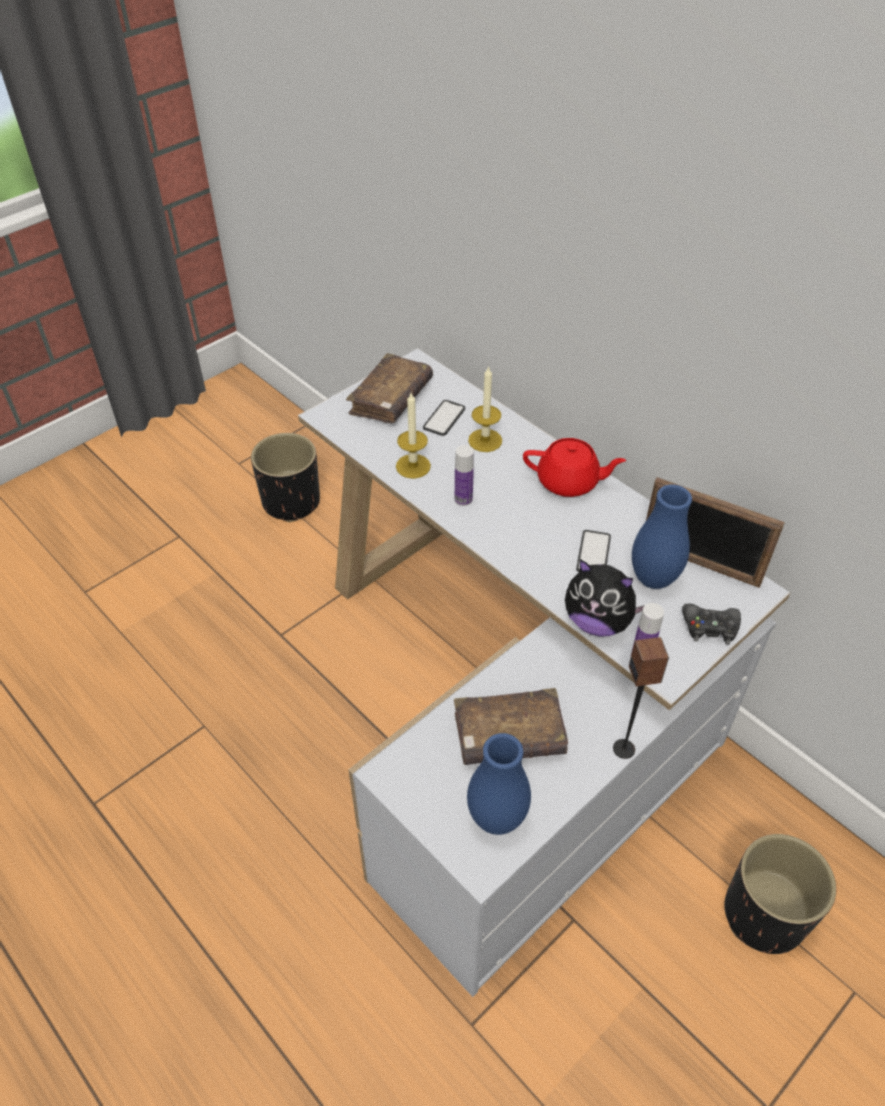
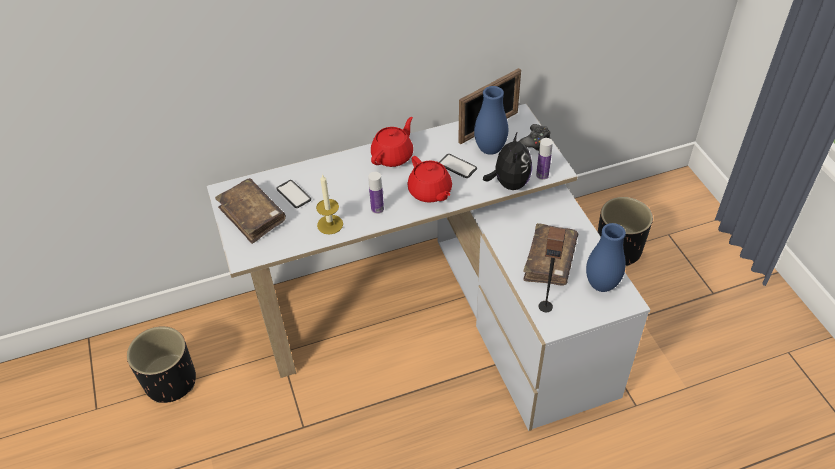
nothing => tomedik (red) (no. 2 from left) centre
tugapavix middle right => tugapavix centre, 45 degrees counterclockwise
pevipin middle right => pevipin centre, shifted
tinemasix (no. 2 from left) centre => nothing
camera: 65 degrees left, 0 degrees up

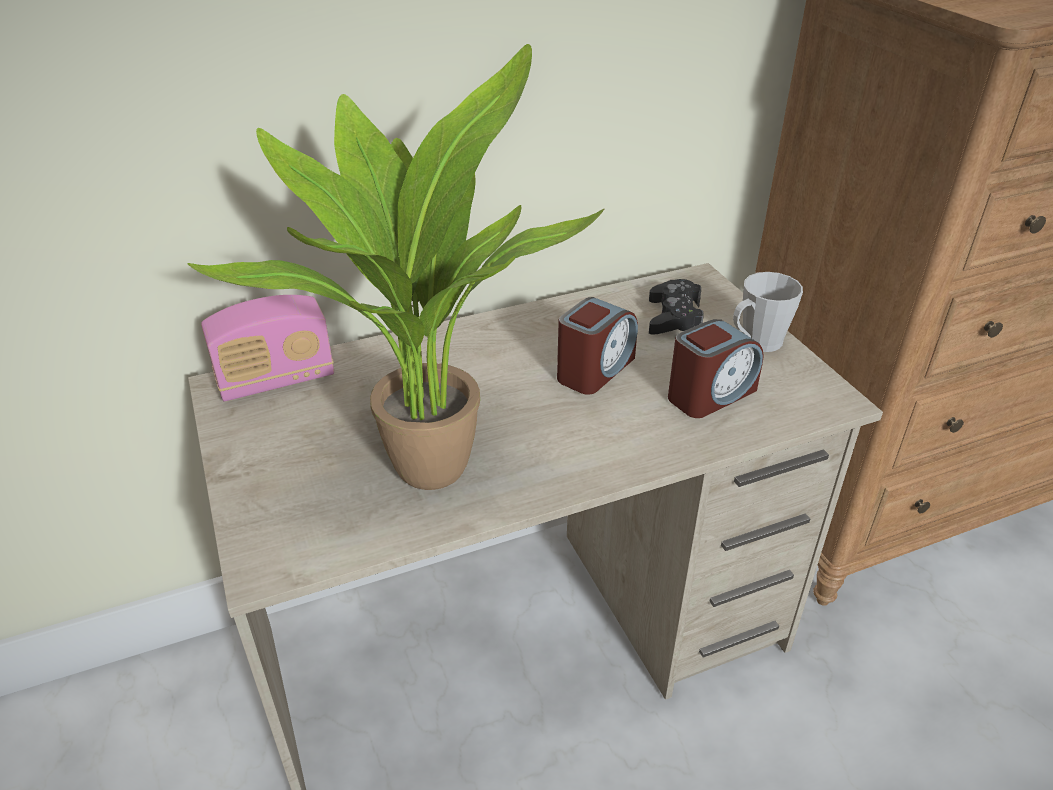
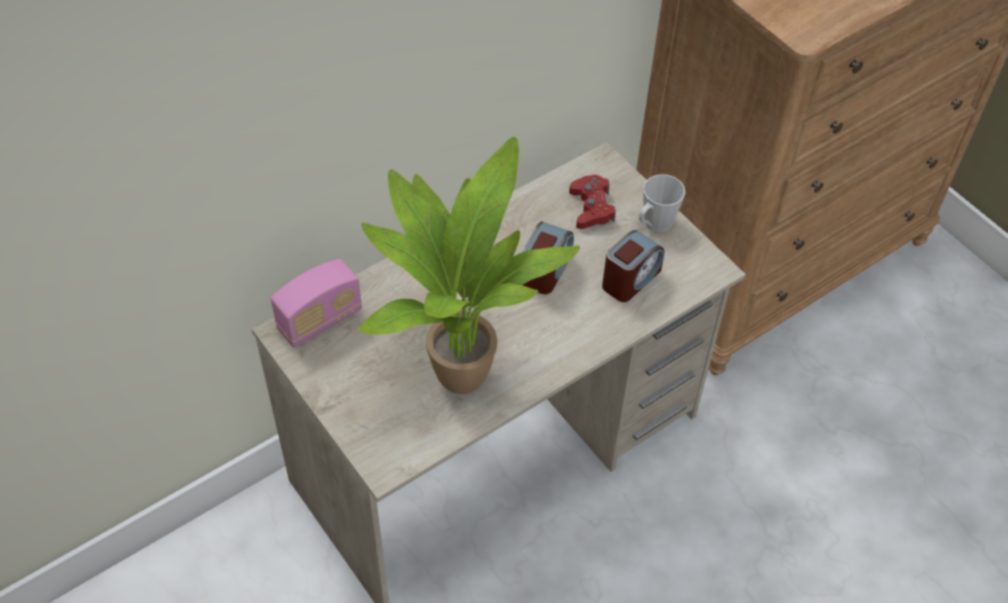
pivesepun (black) centre => pivesepun (red) centre
camera: 15 degrees left, 15 degrees up

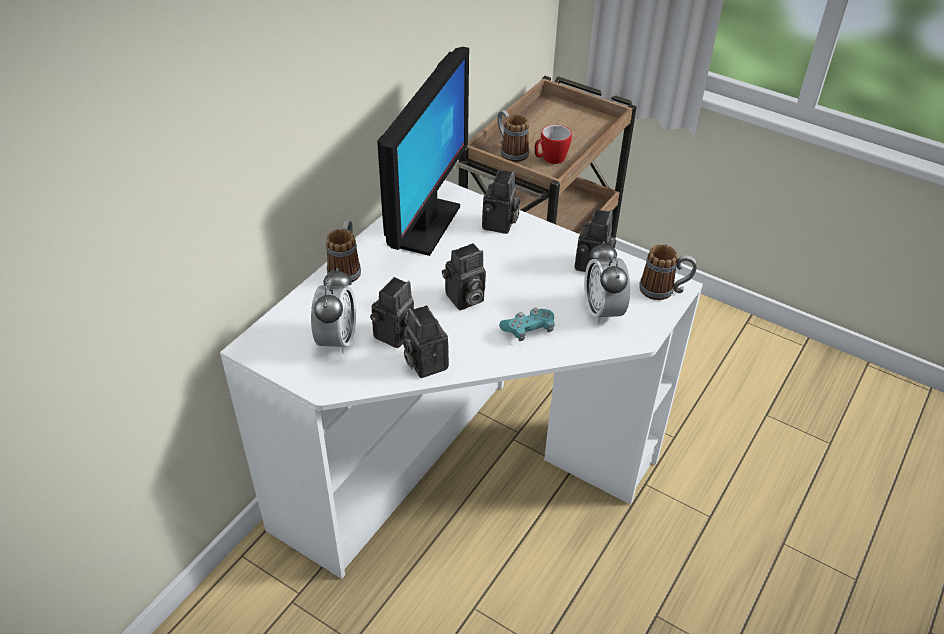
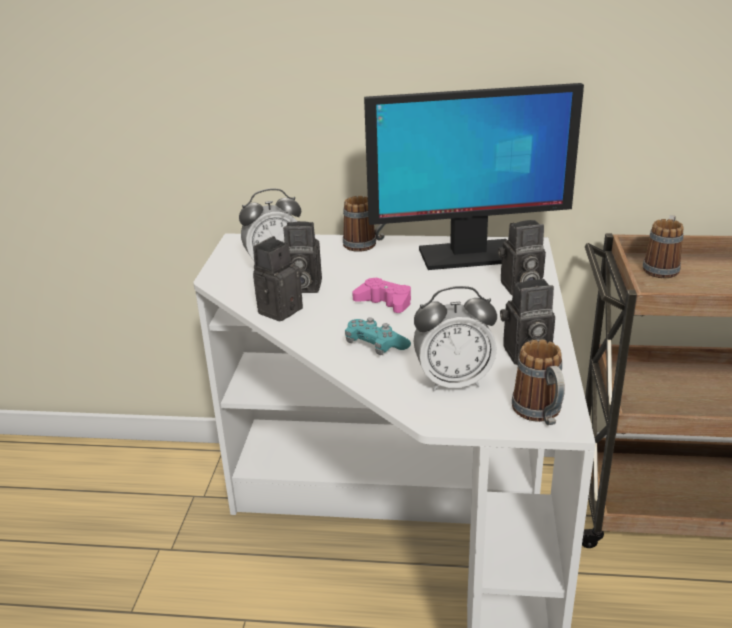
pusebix (no. 3 from left) centre => pivesepun (pink) centre
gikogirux (no. 2 from left) centre, 150 degrees counterclockwise
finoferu (no. 3 from left) top centre => nothing
camera: 65 degrees right, 15 degrees down

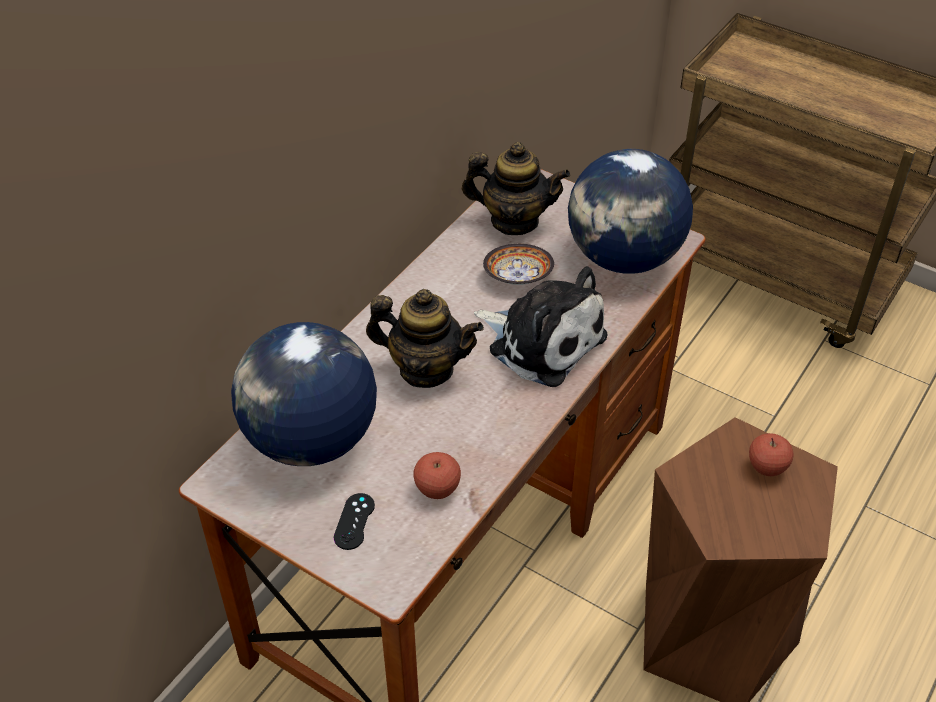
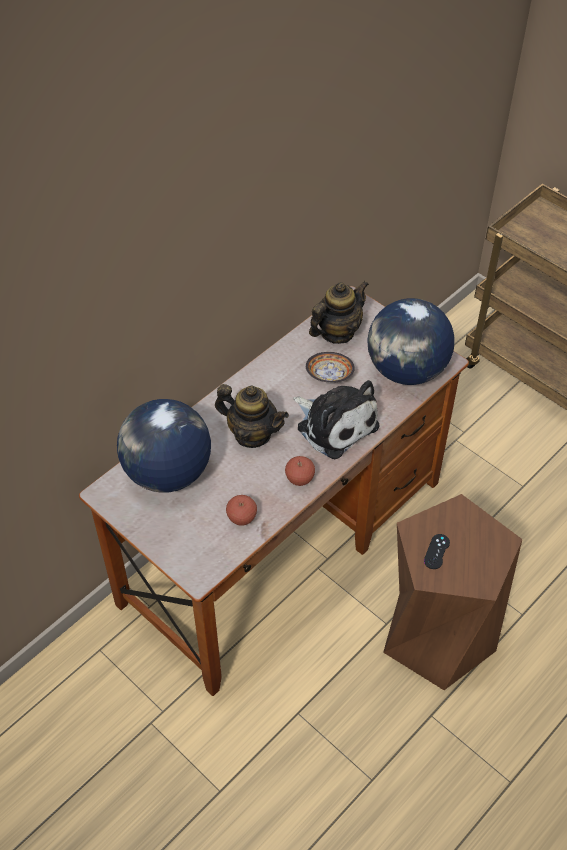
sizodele (no. 2 from left) middle right => sizodele (no. 2 from left) centre, shifted
tomedik (no. 2 from left) top centre => tomedik (no. 2 from left) centre, 60 degrees counterclockwise
pivesepun (black) bottom centre => pivesepun (black) middle right, shifted
camera: 10 degrees right, 5 degrees up

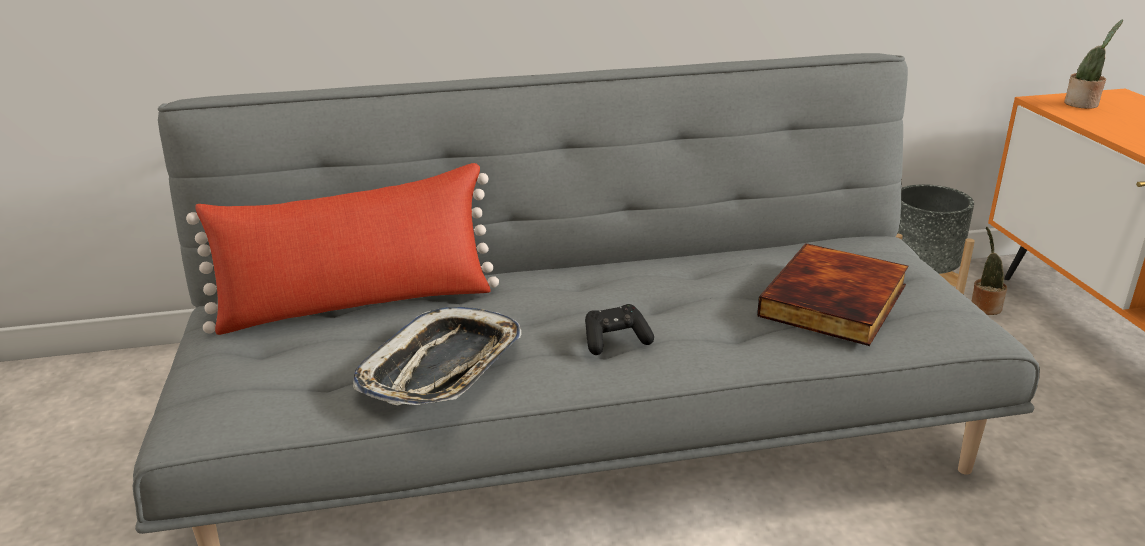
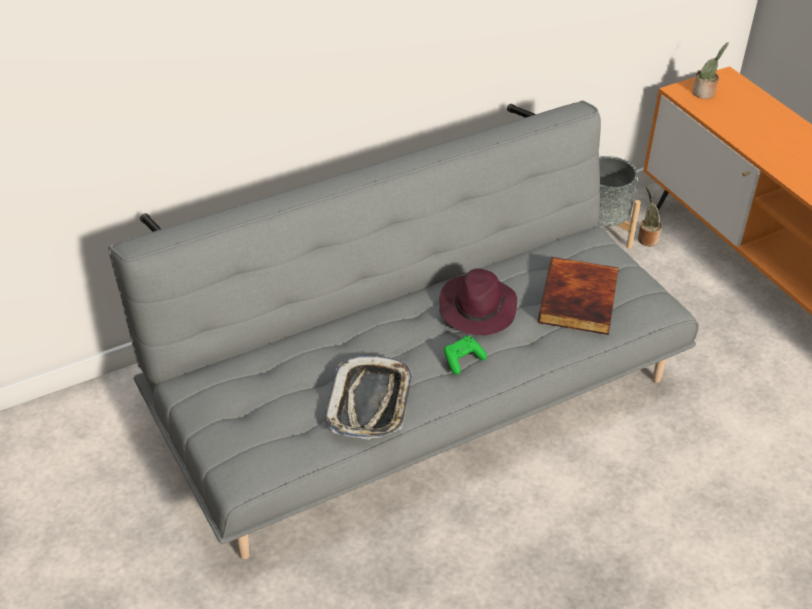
nothing => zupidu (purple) centre
pivesepun (black) centre => pivesepun (green) centre
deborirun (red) middle left => nothing
camera: 20 degrees left, 15 degrees up

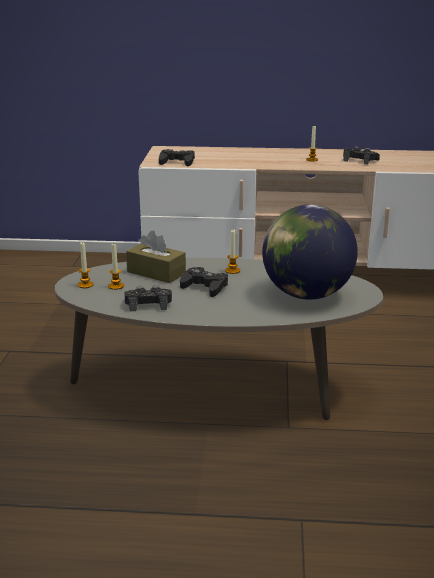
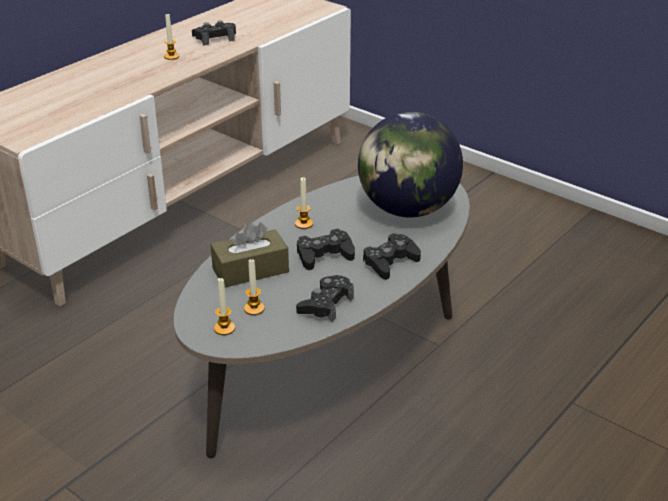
pivesepun (black) (no. 2 from left in the first image) top centre => pivesepun (black) (no. 4 from left) centre, shifted
camera: 55 degrees left, 10 degrees up

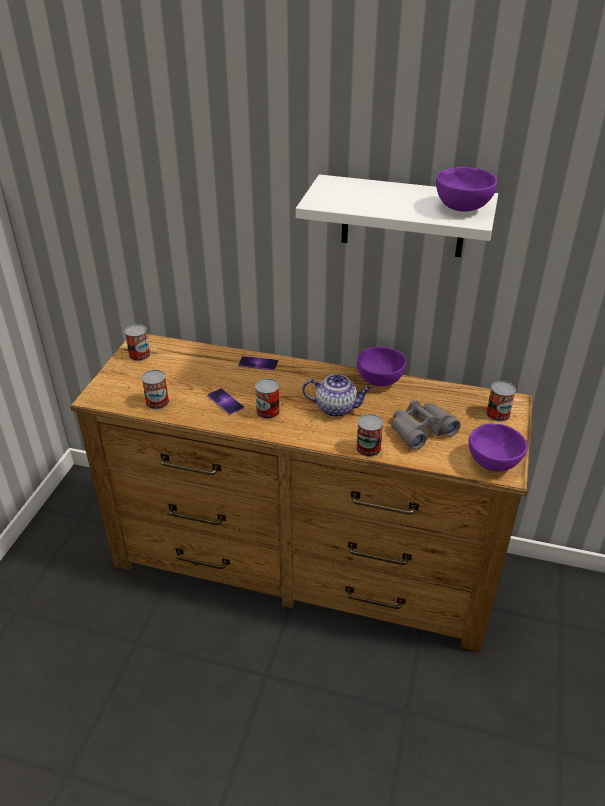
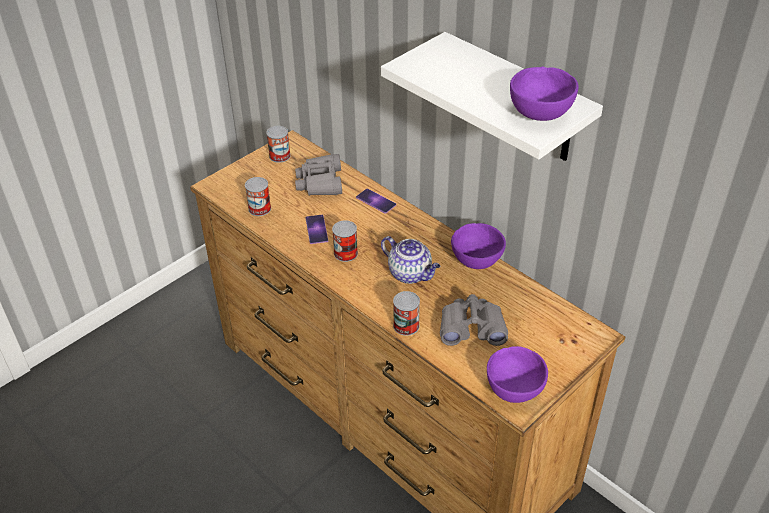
nothing => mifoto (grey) (no. 1 from left) centre
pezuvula (no. 5 from left) middle right => nothing
camera: 30 degrees right, 5 degrees up

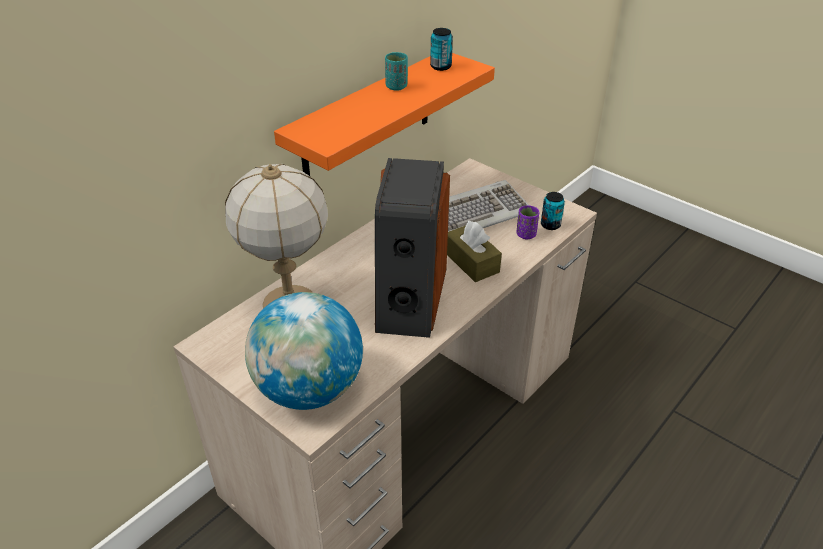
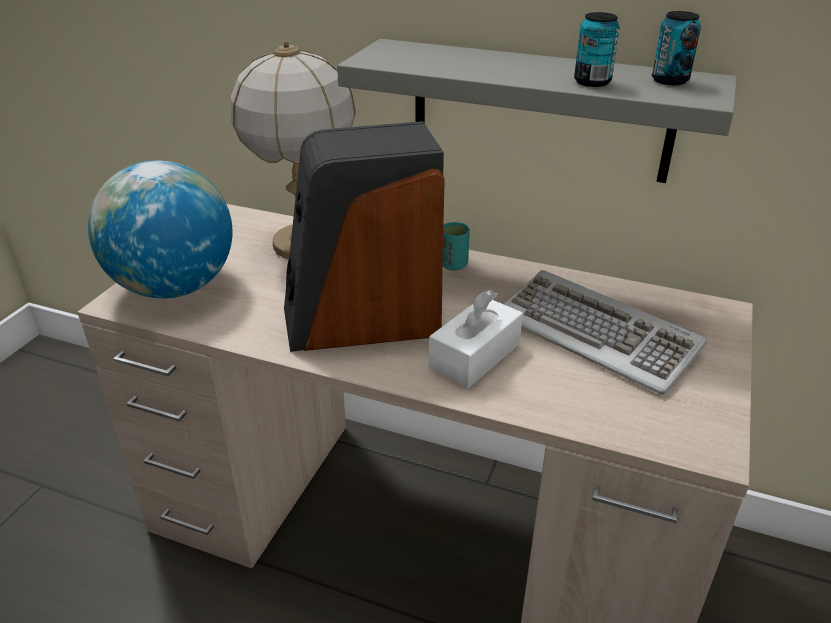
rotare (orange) top centre => rotare (grey) top centre
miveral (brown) centre => miveral (white) centre
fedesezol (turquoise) top centre => fedesezol (turquoise) centre, shifted
pezuvula (no. 2 from left in the first image) middle right => pezuvula (no. 1 from left) top right, shifted
fedesezol (purple) centre => nothing
camera: 70 degrees right, 5 degrees down

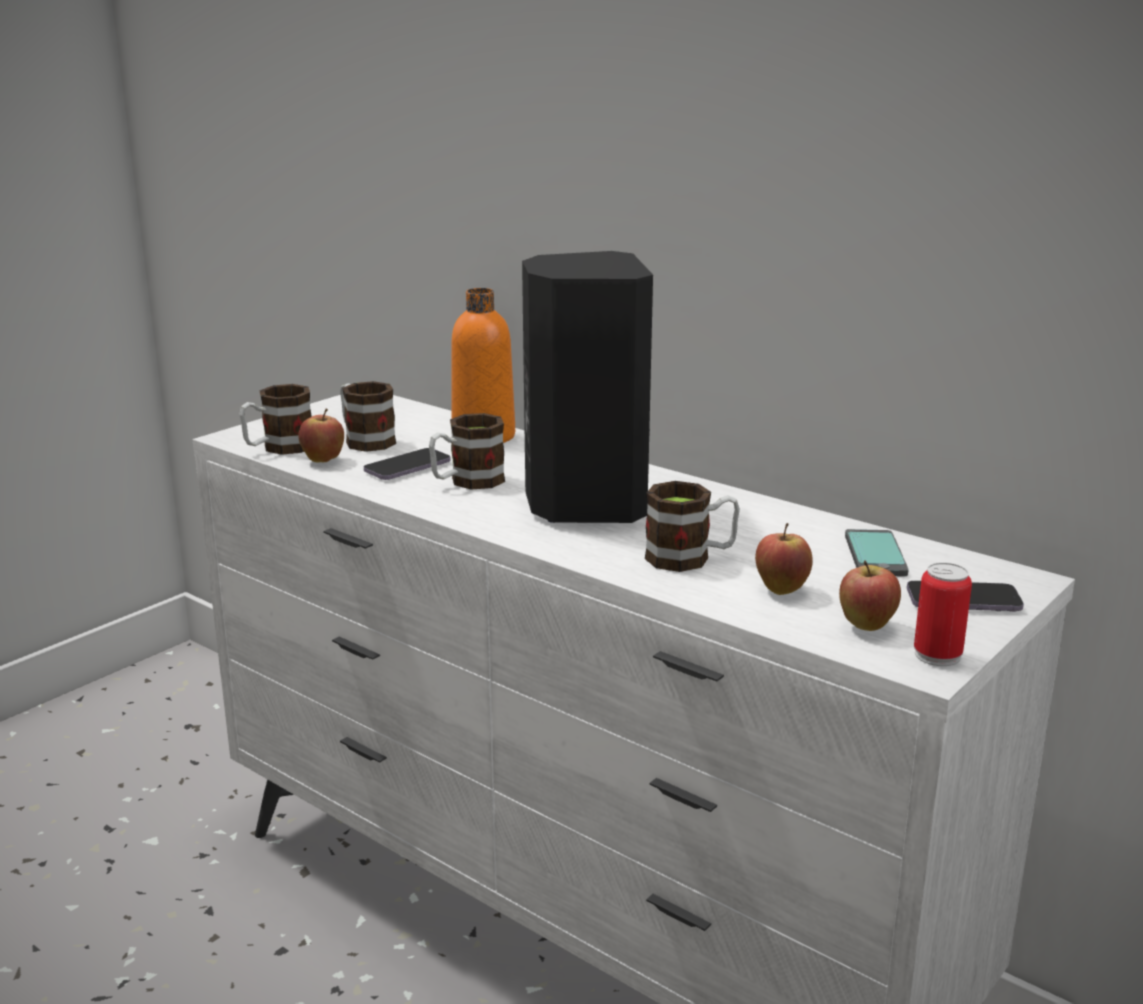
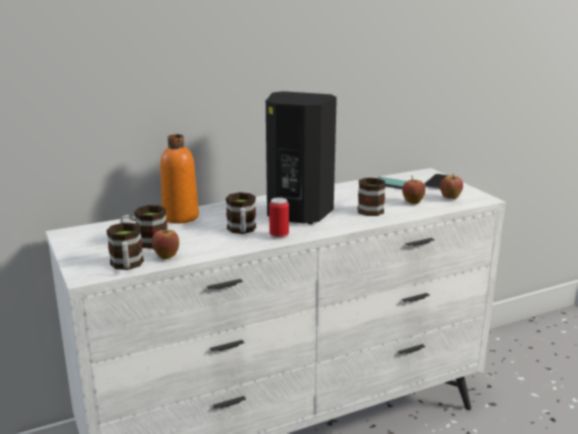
pezuvula middle right => pezuvula centre, shifted
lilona (no. 1 from left) centre => nothing
camera: 65 degrees left, 0 degrees up

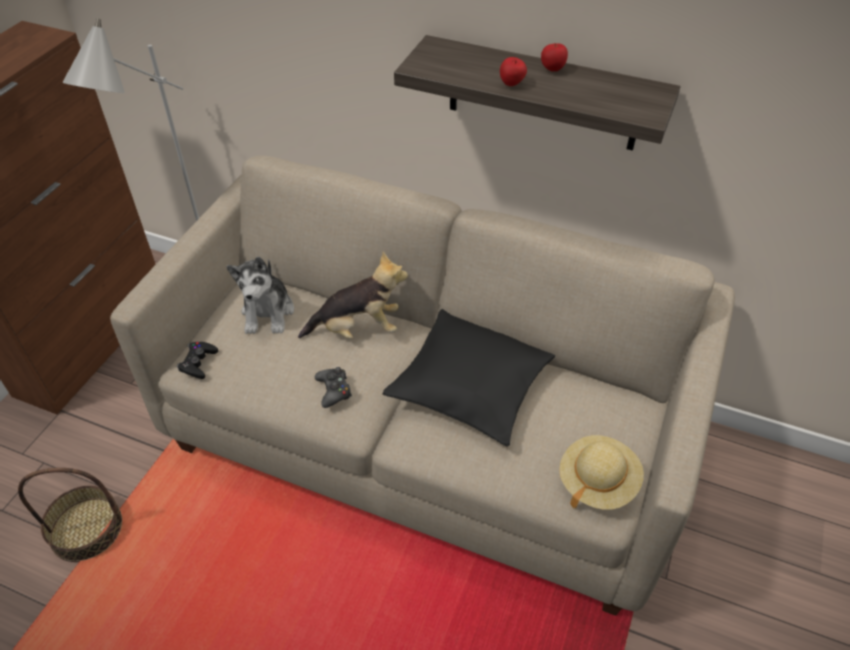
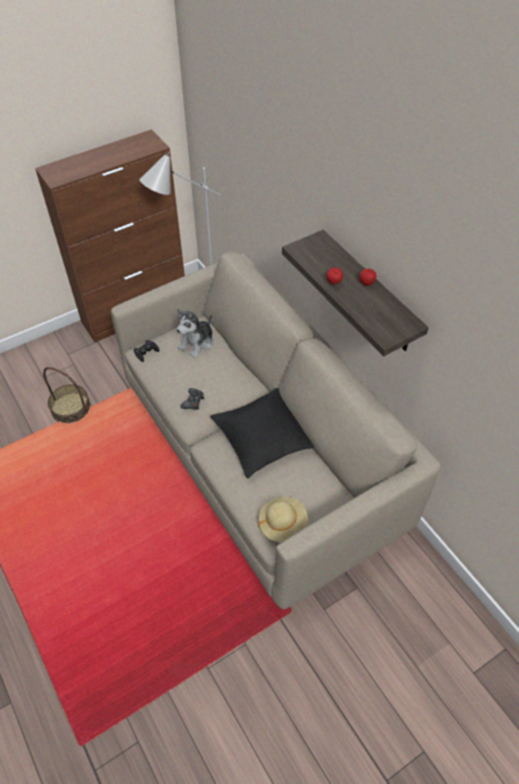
tugapavix (no. 2 from left) centre => nothing
camera: 35 degrees right, 5 degrees up

